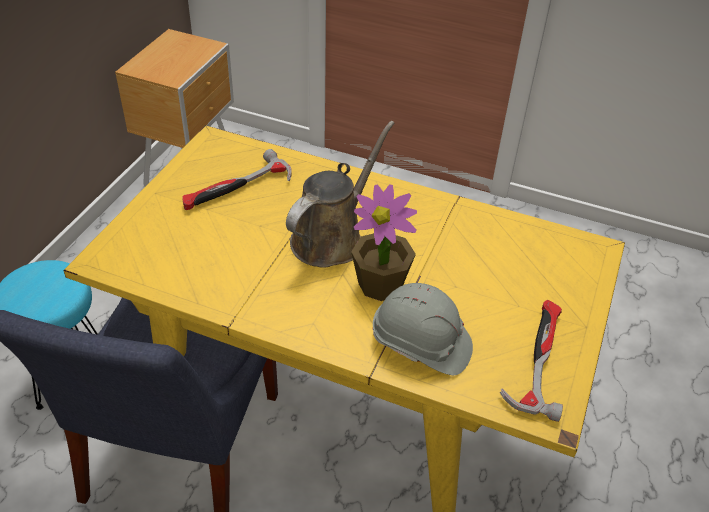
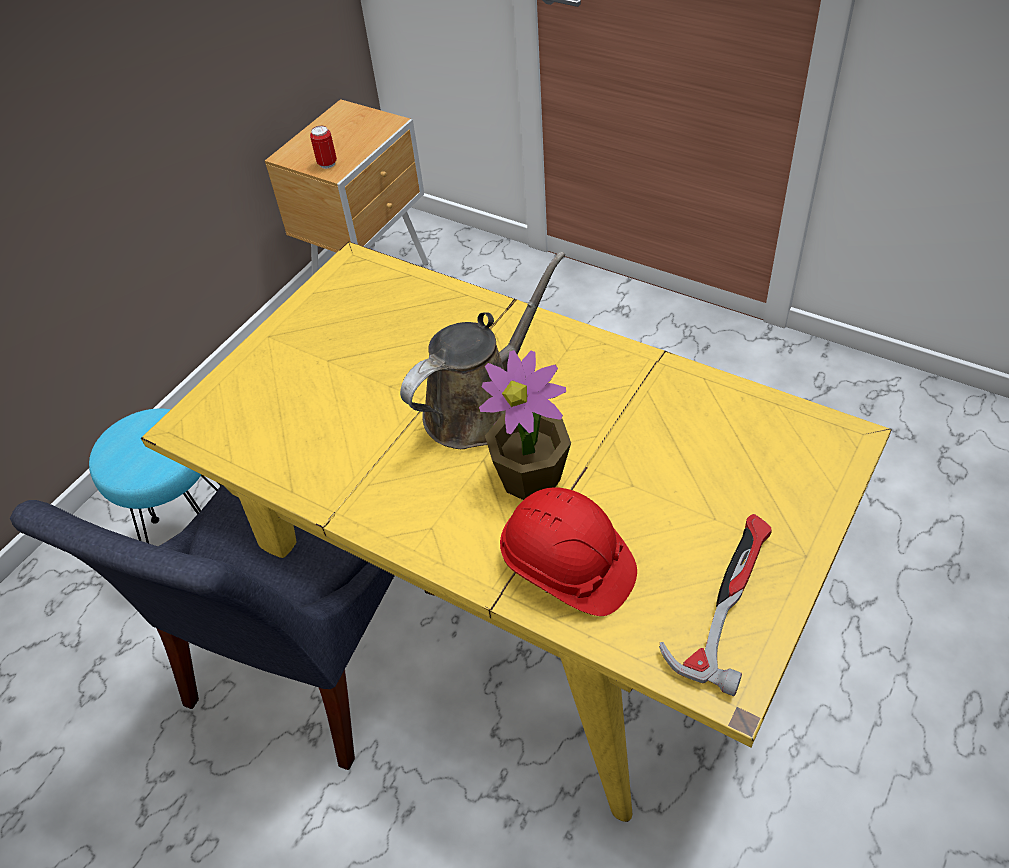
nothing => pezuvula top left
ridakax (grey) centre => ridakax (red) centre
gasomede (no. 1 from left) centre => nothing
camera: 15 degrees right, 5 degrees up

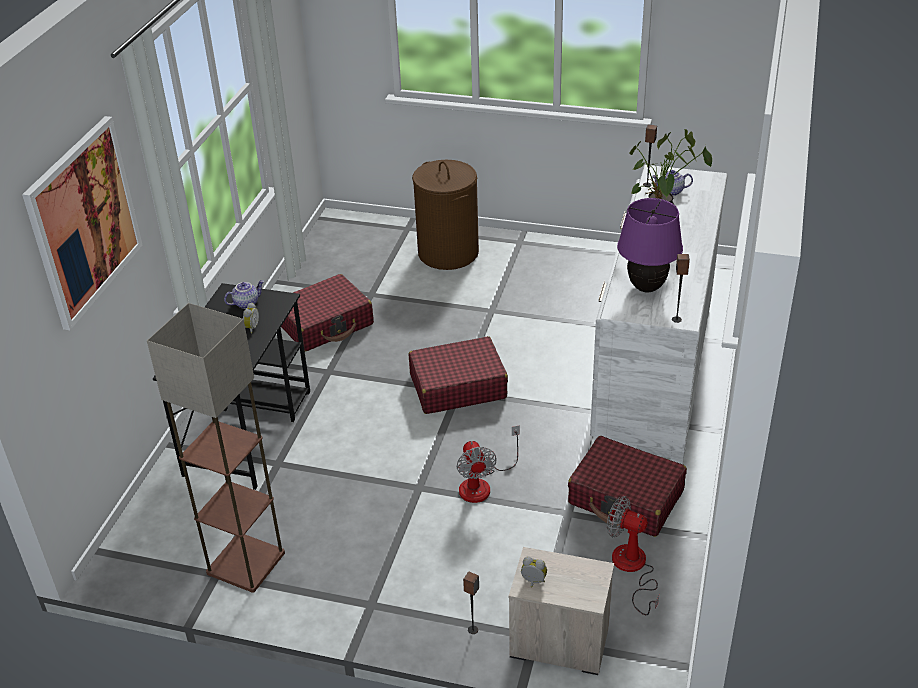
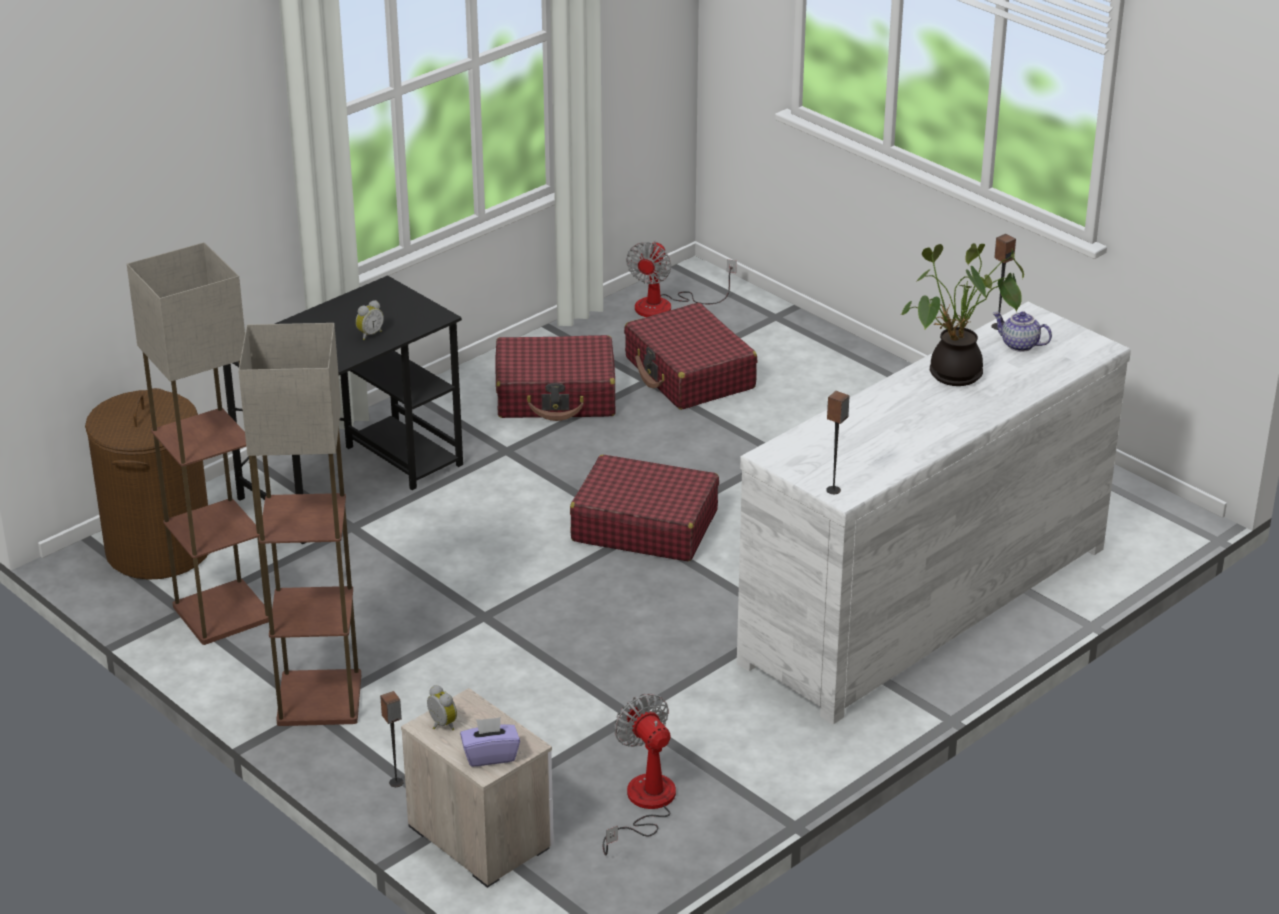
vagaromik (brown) top centre => vagaromik (brown) middle left, shifted
nothing => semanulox (no. 2 from left) middle left
nothing => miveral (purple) bottom centre
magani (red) (no. 3 from left) bottom right => magani (red) (no. 3 from left) centre, shifted
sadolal (no. 1 from left in the first image) bottom centre => sadolal (no. 2 from left) top centre, shifted
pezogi top left => nothing
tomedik (no. 1 from left) middle left => nothing
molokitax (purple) middle right => nothing
camera: 30 degrees right, 5 degrees down

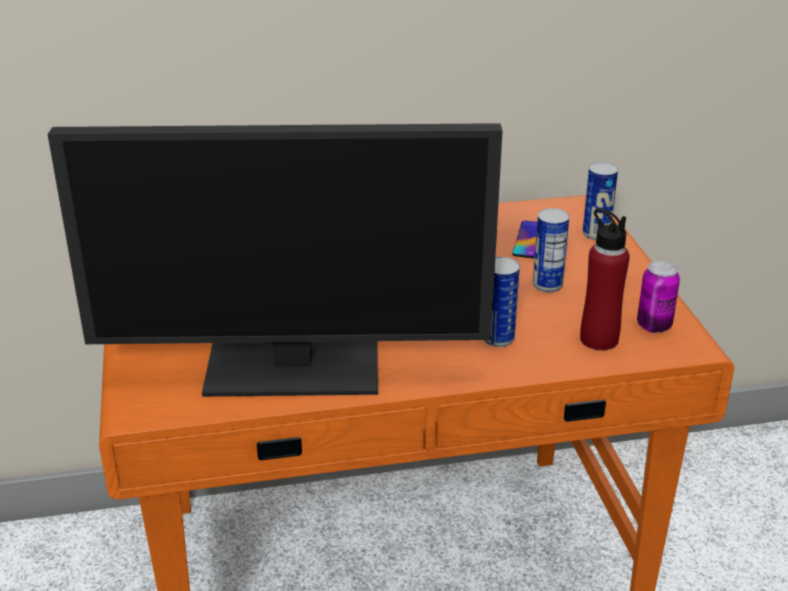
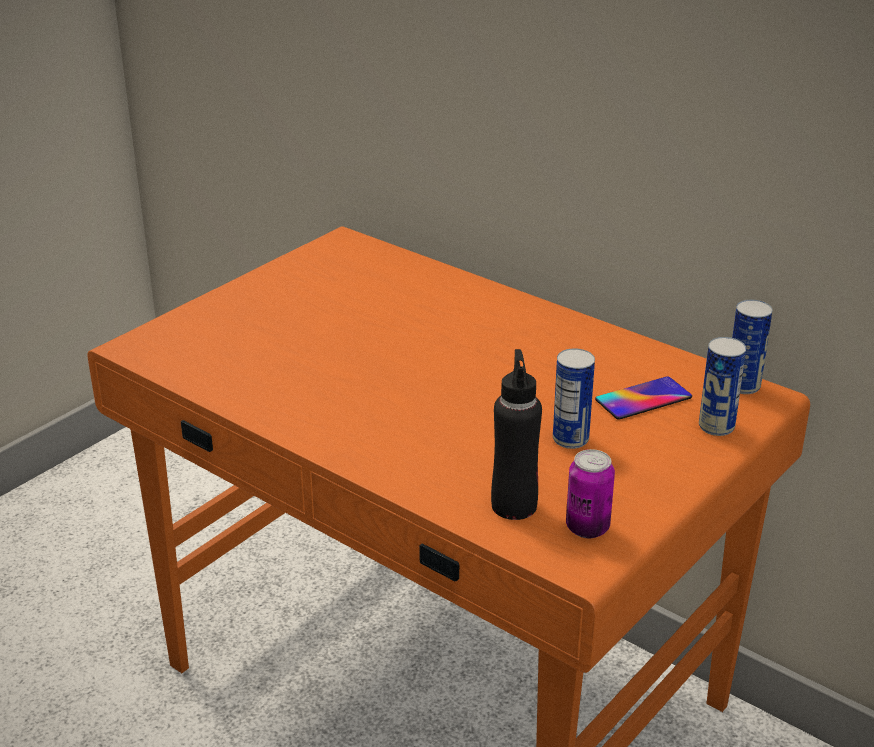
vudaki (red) middle right => vudaki (black) centre
pezuvula (no. 1 from left in the first image) centre => pezuvula (no. 4 from left) middle right, shifted
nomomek centre => nothing
camera: 50 degrees right, 0 degrees up

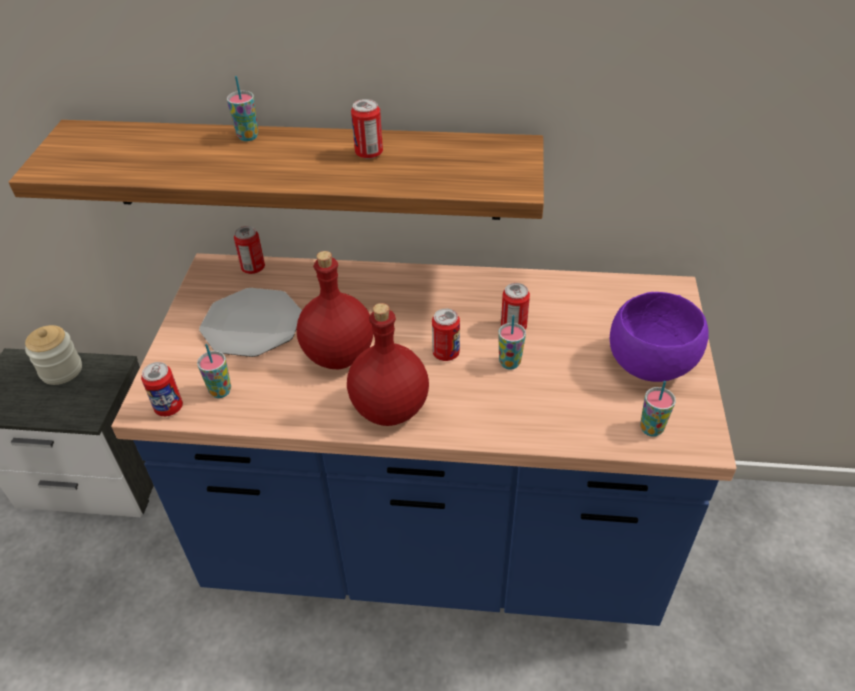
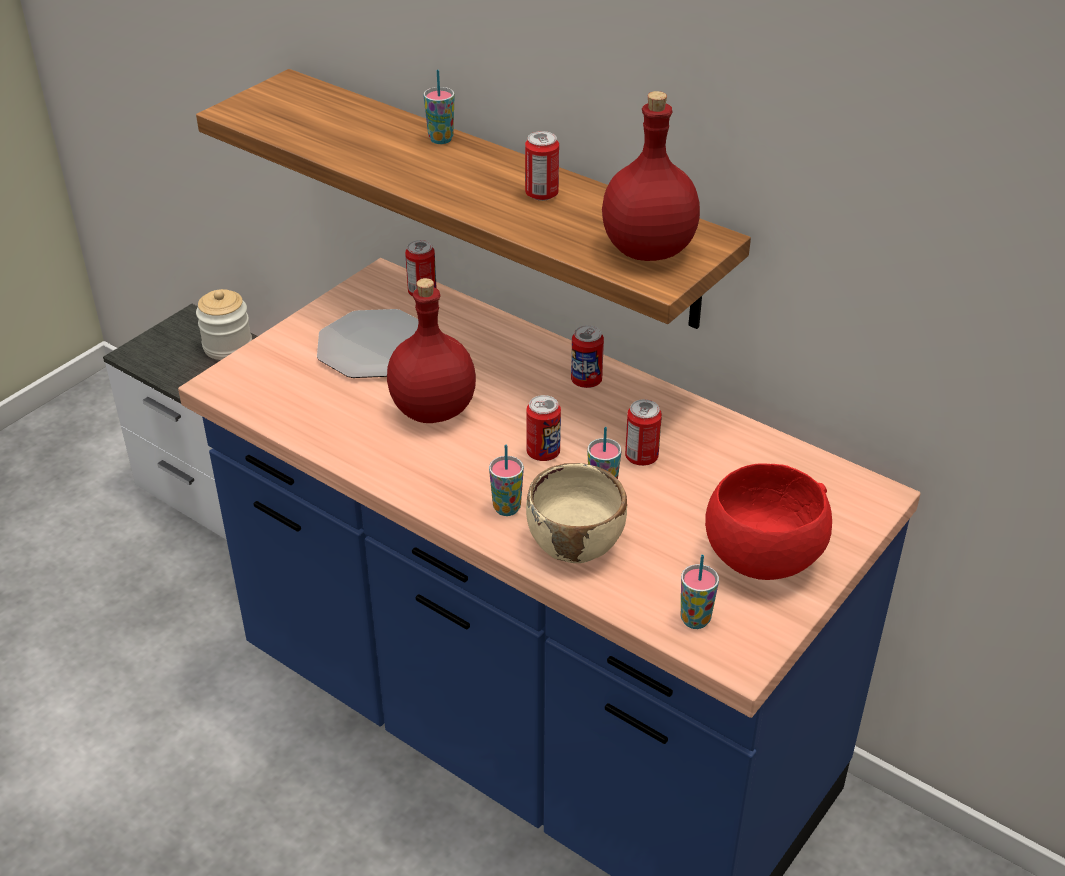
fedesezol (no. 1 from left in the first image) middle left => fedesezol (no. 2 from left) centre, shifted
nothing => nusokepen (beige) centre
pezuvula (no. 1 from left in the first image) middle left => pezuvula (no. 4 from left) centre, shifted
vudaki (red) (no. 2 from left) centre => vudaki (red) (no. 2 from left) top centre, shifted
nusokepen (purple) middle right => nusokepen (red) middle right
camera: 30 degrees right, 5 degrees down

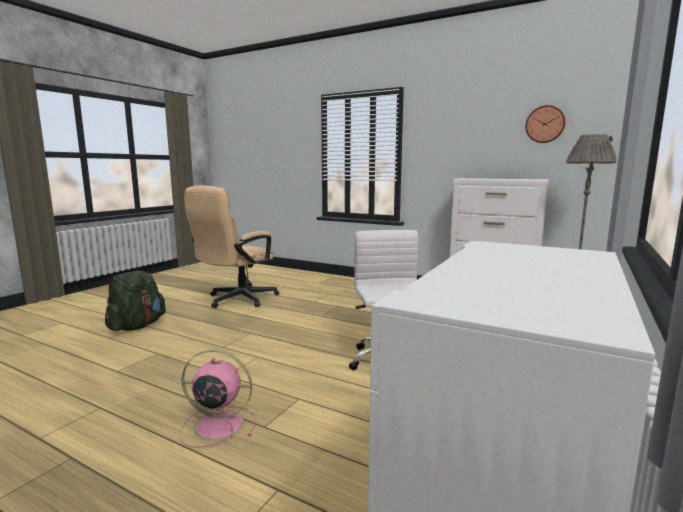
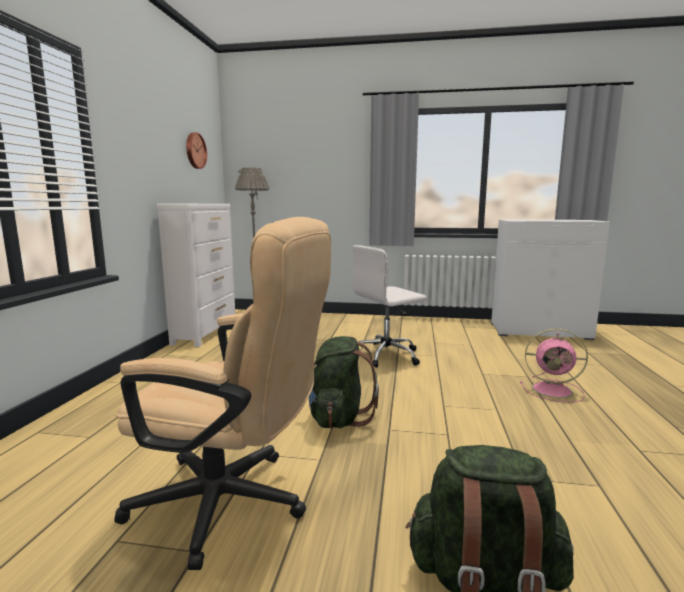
nothing => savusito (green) (no. 1 from left) centre
sadolal (pink) bottom left => sadolal (pink) middle right, 60 degrees counterclockwise
camera: 110 degrees left, 0 degrees up

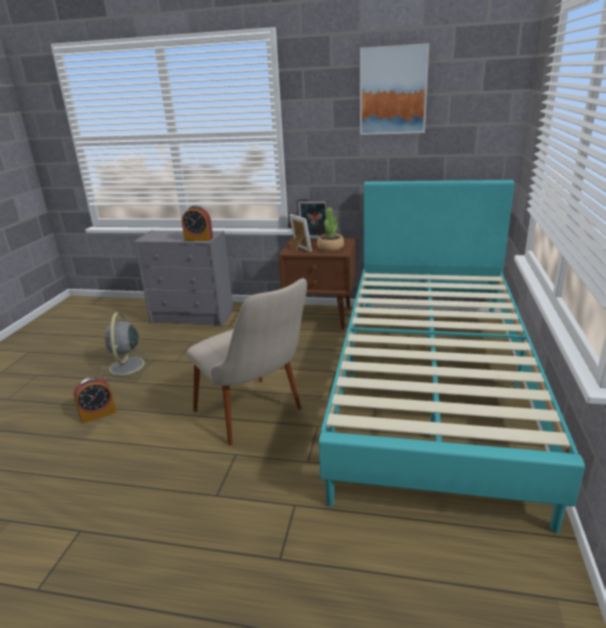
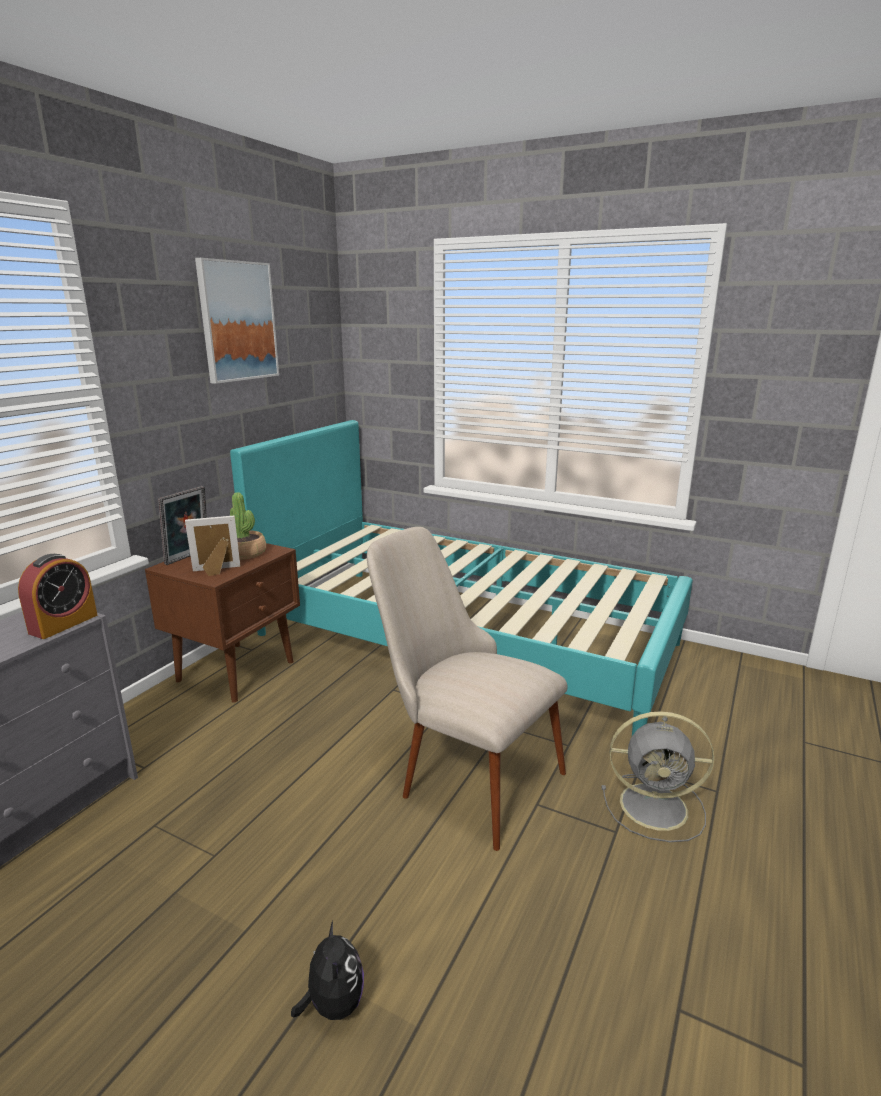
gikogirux (no. 1 from left) middle left => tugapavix bottom centre
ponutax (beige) centre, 120 degrees counterclockwise
sadolal (grey) middle left => sadolal (grey) bottom right, shifted
camera: 75 degrees left, 5 degrees down

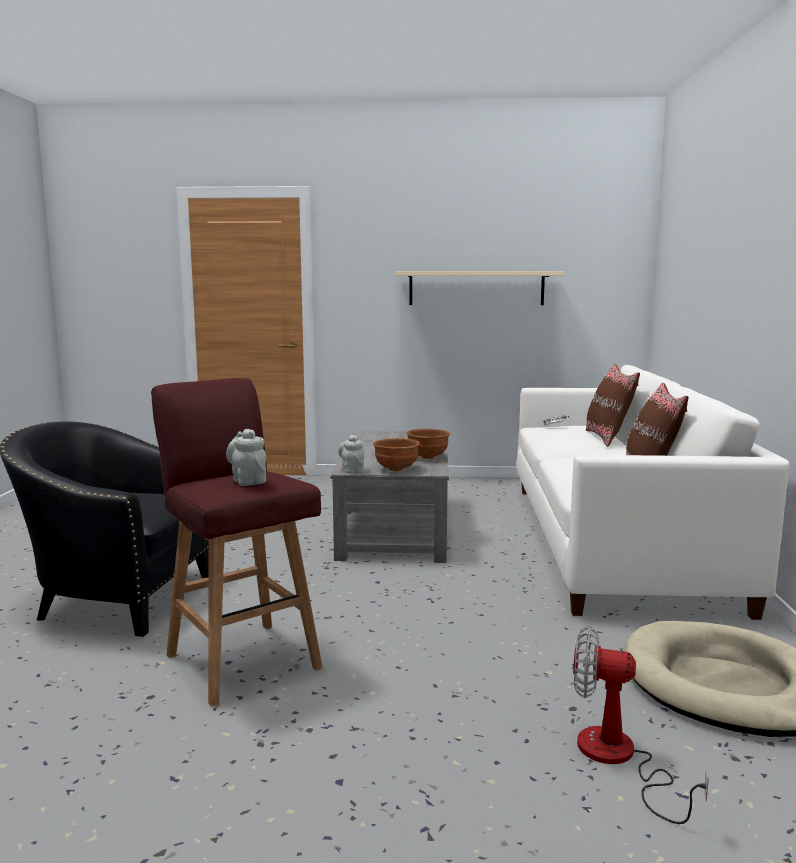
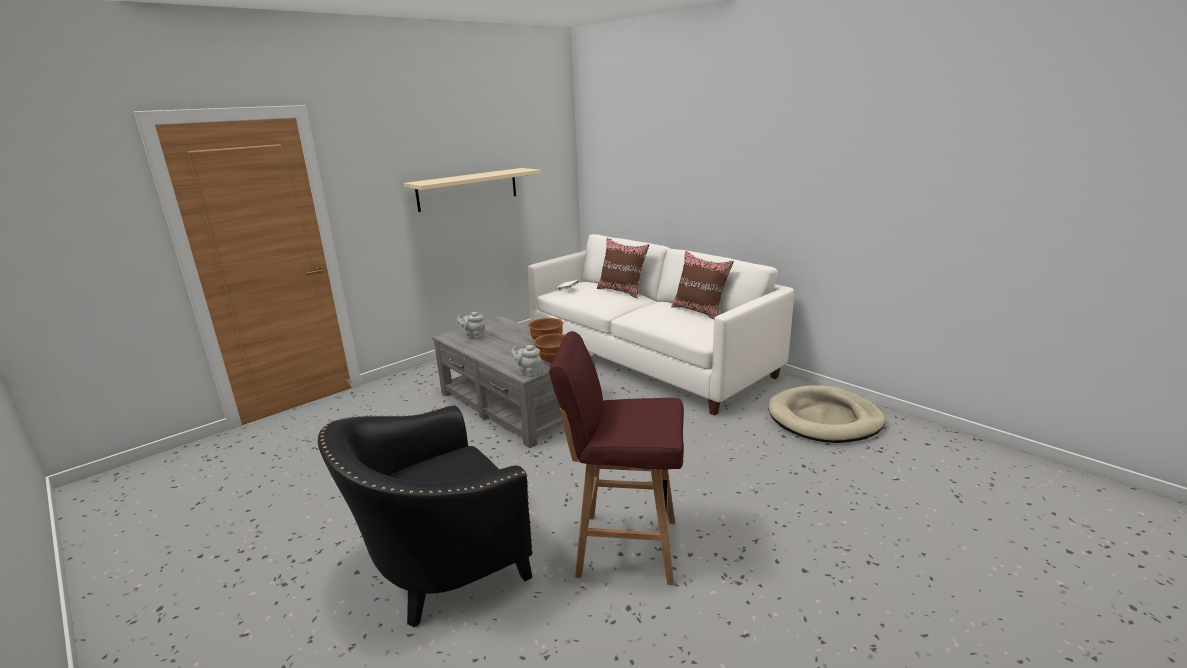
tomedik (grey) (no. 1 from left) middle left => tomedik (grey) (no. 1 from left) centre, shifted
sadolal bottom right => nothing
camera: 45 degrees left, 10 degrees up

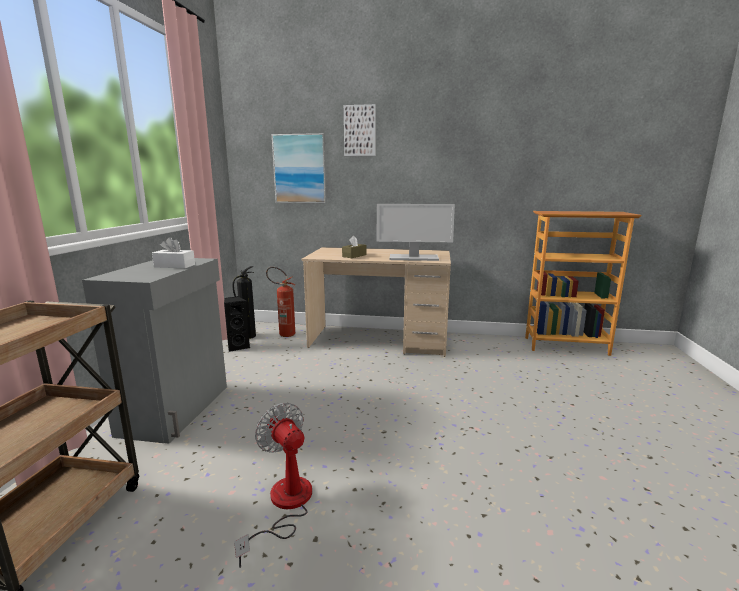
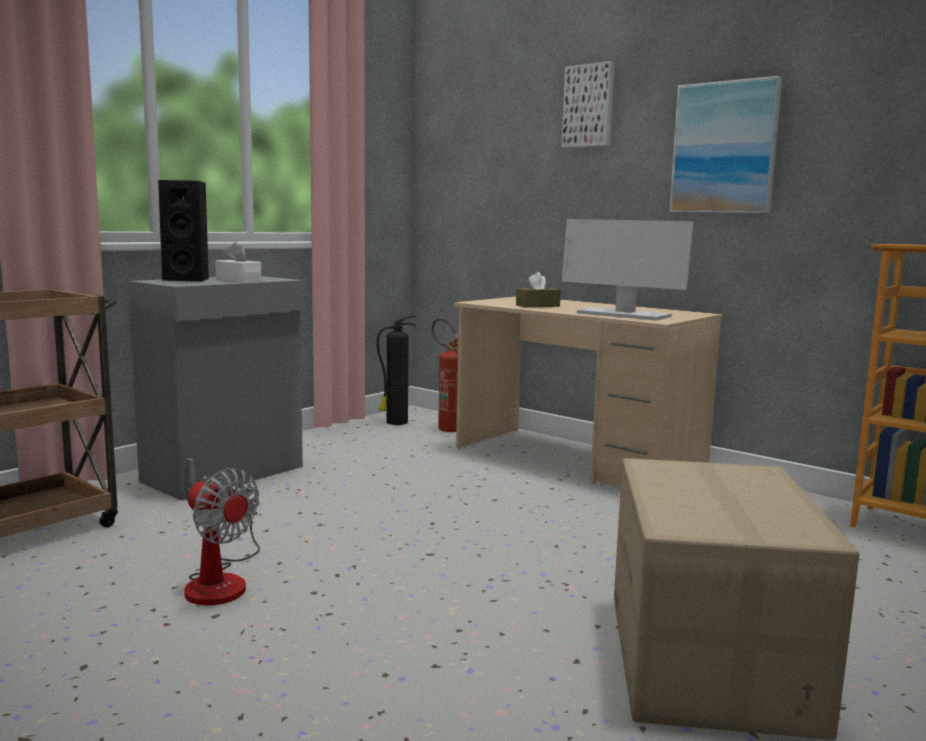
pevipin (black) middle left => pevipin (black) top left, shifted
sadolal bottom centre => sadolal bottom left, 135 degrees clockwise
nothing => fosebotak bottom right
pezogi (no. 1 from left in the first image) top centre => pezogi (no. 2 from left) top right, shifted
camera: 30 degrees right, 5 degrees down

